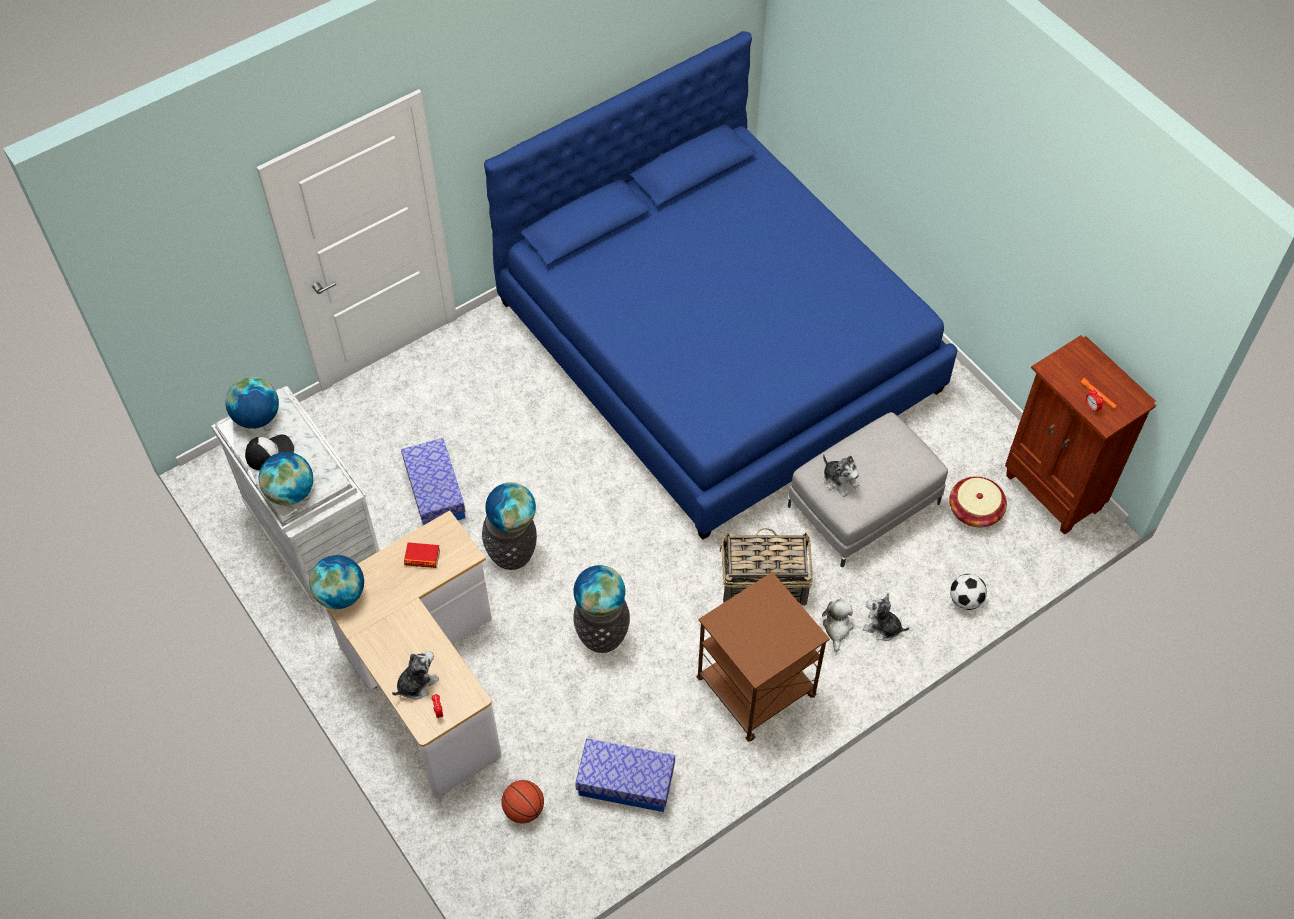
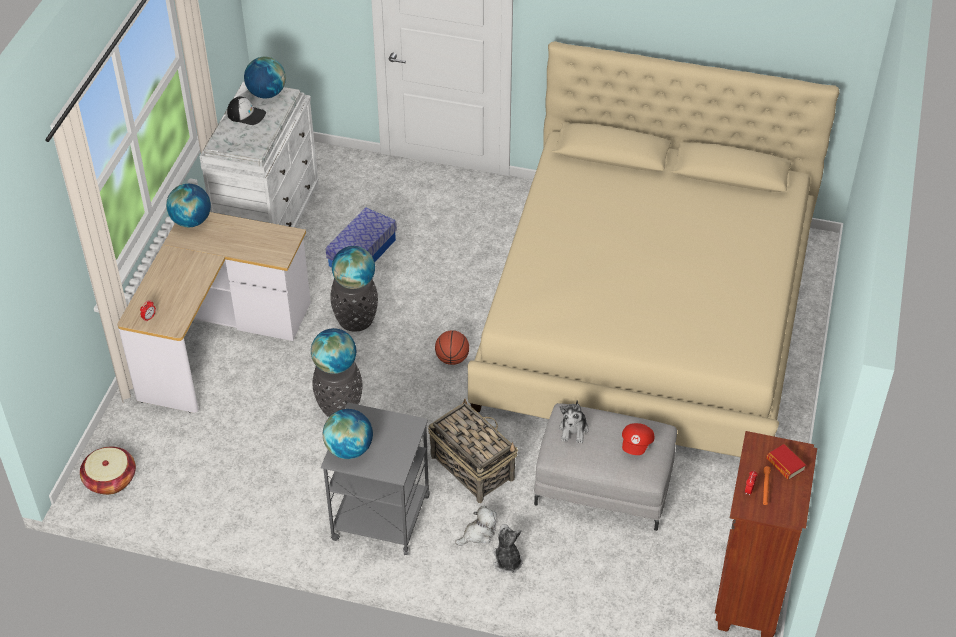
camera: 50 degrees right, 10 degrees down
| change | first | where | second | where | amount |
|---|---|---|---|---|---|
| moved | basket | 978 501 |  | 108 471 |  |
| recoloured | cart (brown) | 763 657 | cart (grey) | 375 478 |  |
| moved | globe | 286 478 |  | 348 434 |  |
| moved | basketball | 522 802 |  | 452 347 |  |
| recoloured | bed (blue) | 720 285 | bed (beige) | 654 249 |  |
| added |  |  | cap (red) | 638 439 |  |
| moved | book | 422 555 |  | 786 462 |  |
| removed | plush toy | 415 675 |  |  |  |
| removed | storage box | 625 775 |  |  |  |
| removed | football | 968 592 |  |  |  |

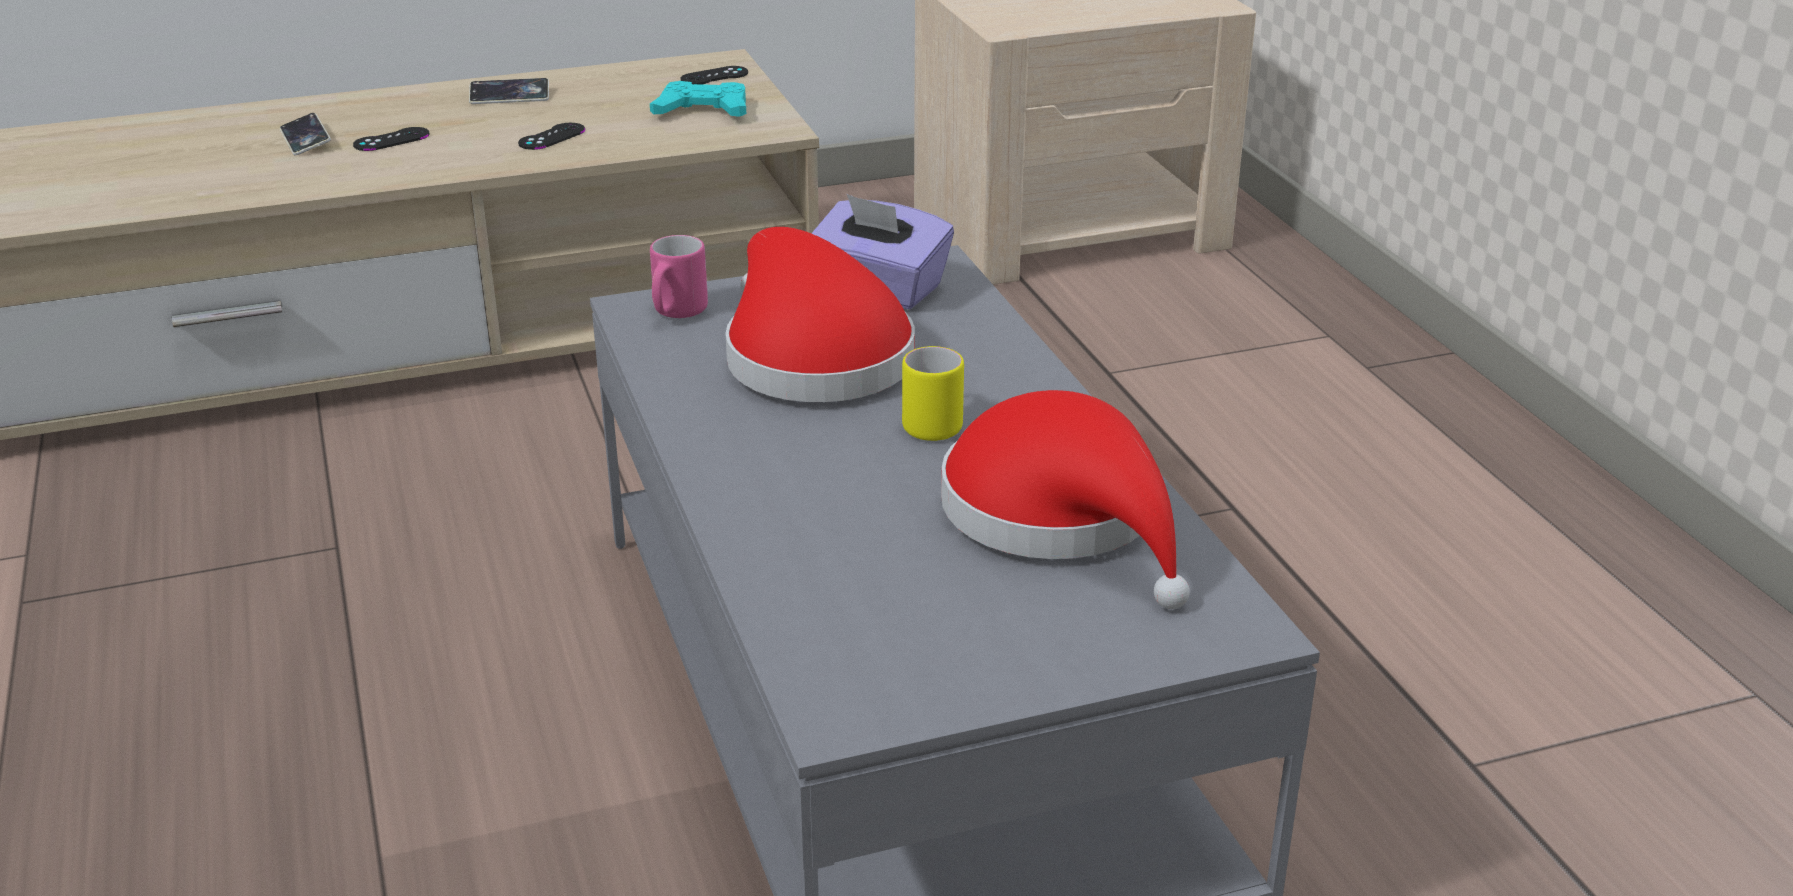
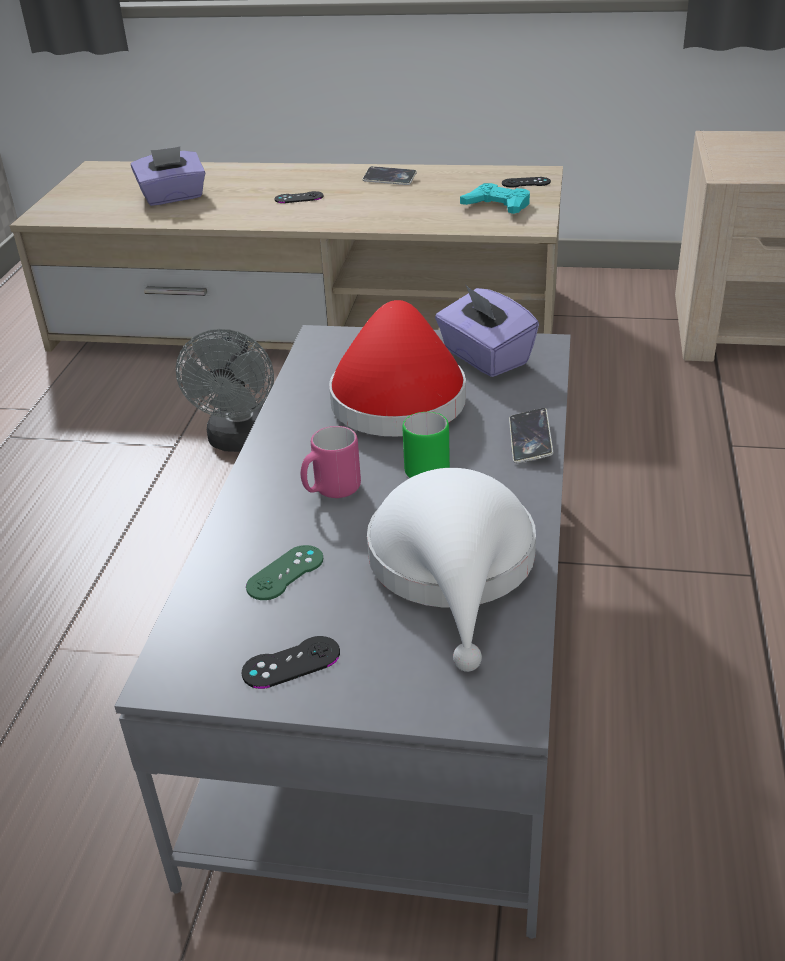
camera: 30 degrees right, 5 degrees up
| change | first | where | second | where | amount |
|---|---|---|---|---|---|
| added |  |  | tissue box (purple) | 168 176 |  |
| added |  |  | fan (grey) | 225 390 |  |
| moved | game controller (black) | 551 136 |  | 290 662 |  |
| added |  |  | game controller (green) | 284 572 |  |
| moved | mug (pink) | 679 276 |  | 331 462 |  |
| recoloured | hat (red) | 1065 499 | hat (white) | 451 570 |  |
| recoloured | mug (yellow) | 933 393 | mug (green) | 426 445 |  |
| moved | phone | 305 134 |  | 531 436 |  |

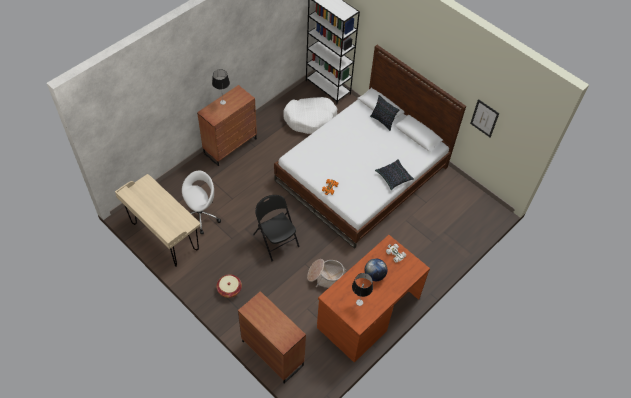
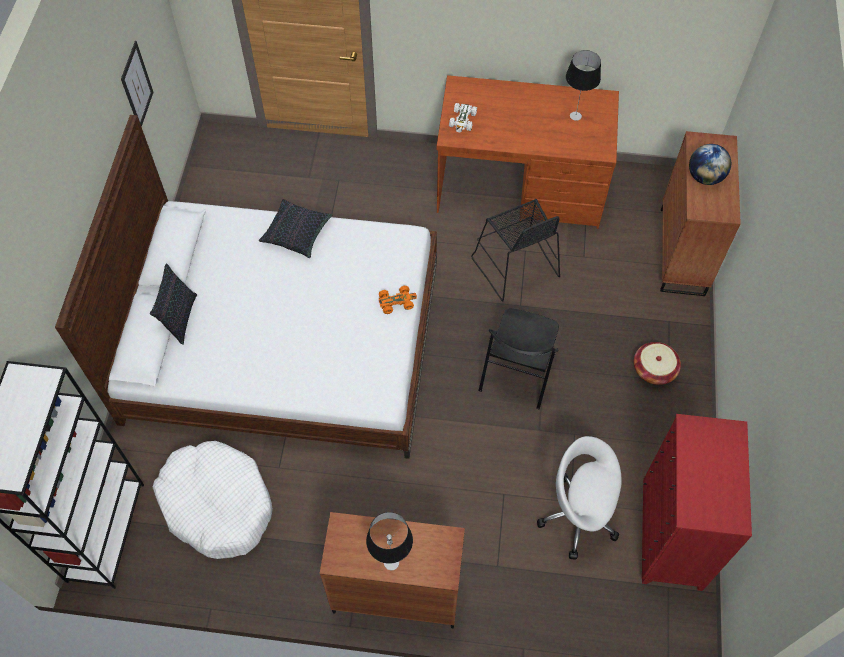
camera: 125 degrees left, 5 degrees up
| change | first | where | second | where | amount |
|---|---|---|---|---|---|
| replaced | basket | 326 273 | stool (black) | 515 250 |  |
| replaced | desk (beige) | 157 220 | dresser (red) | 697 502 |  |
| moved | globe | 376 269 |  | 710 164 |  |

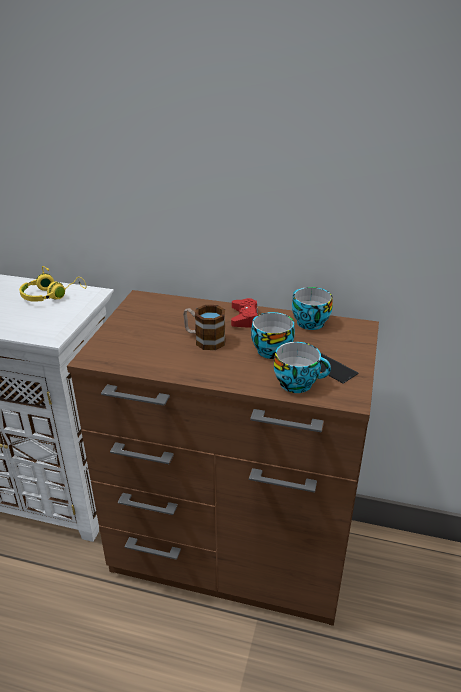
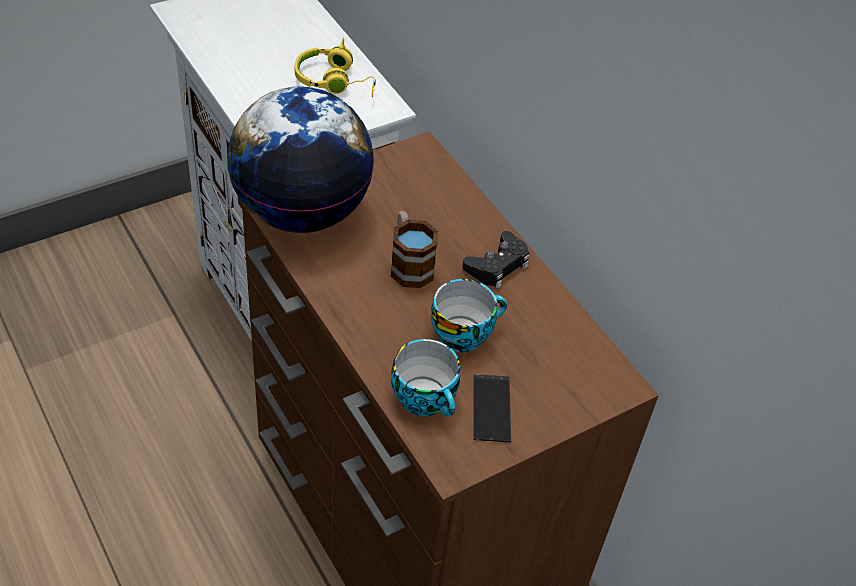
camera: 40 degrees right, 15 degrees up
| change | first | where | second | where | amount |
|---|---|---|---|---|---|
| added |  |  | globe | 300 159 |  |
| recoloured | game controller (red) | 244 313 | game controller (black) | 496 259 |  |
| removed | cup | 312 308 |  |  |  |

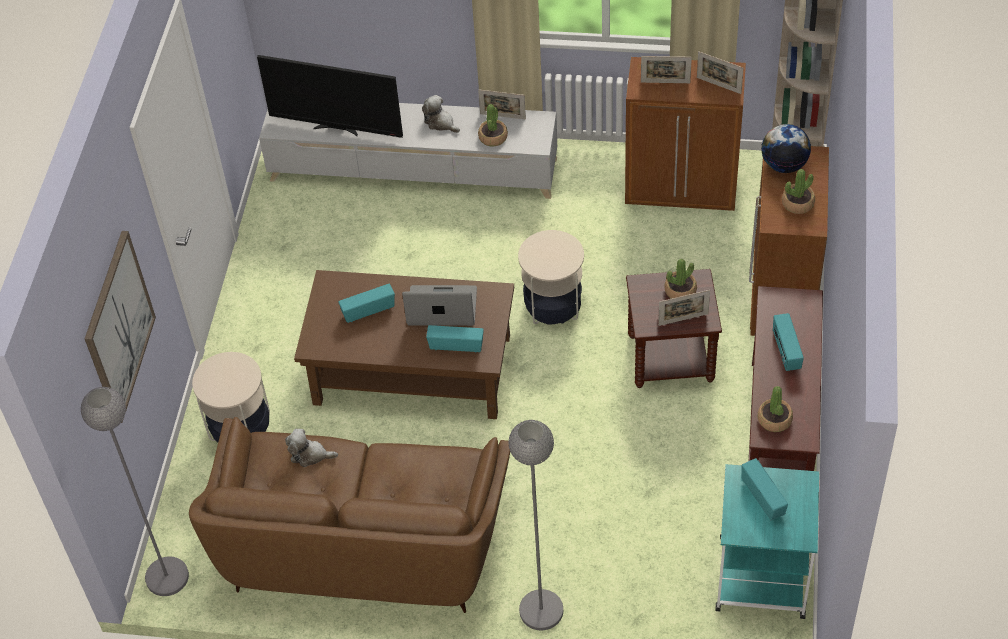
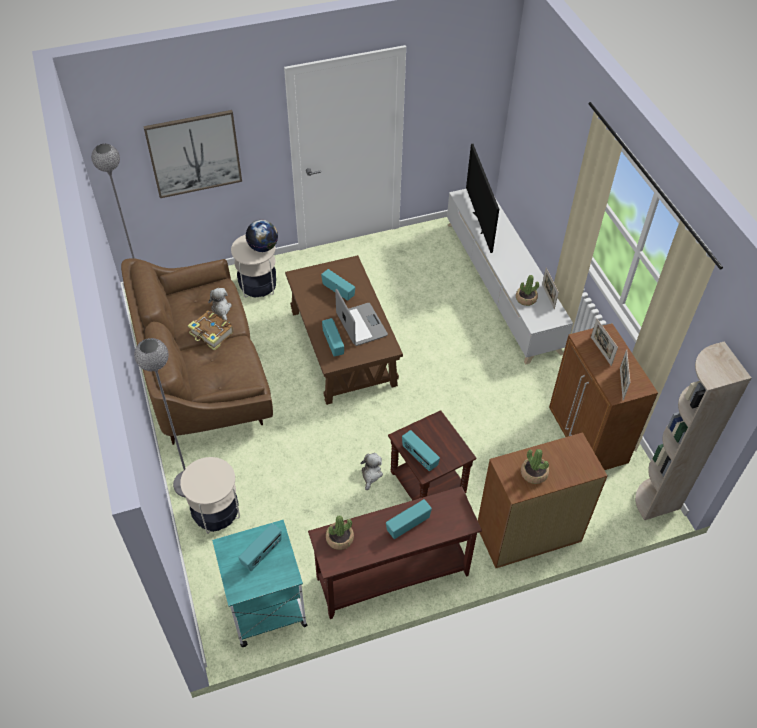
camera: 60 degrees right, 0 degrees up
| change | first | where | second | where | amount |
|---|---|---|---|---|---|
| moved | side table (beige) | 551 277 |  | 210 495 |  |
| added |  |  | book | 211 330 |  |
| moved | globe | 786 148 |  | 262 236 |  |
| moved | plush toy | 441 114 |  | 371 471 |  |
| replaced | picture frame | 684 308 | radio | 421 450 |  |
| removed | potted plant | 680 279 |  |  |  |

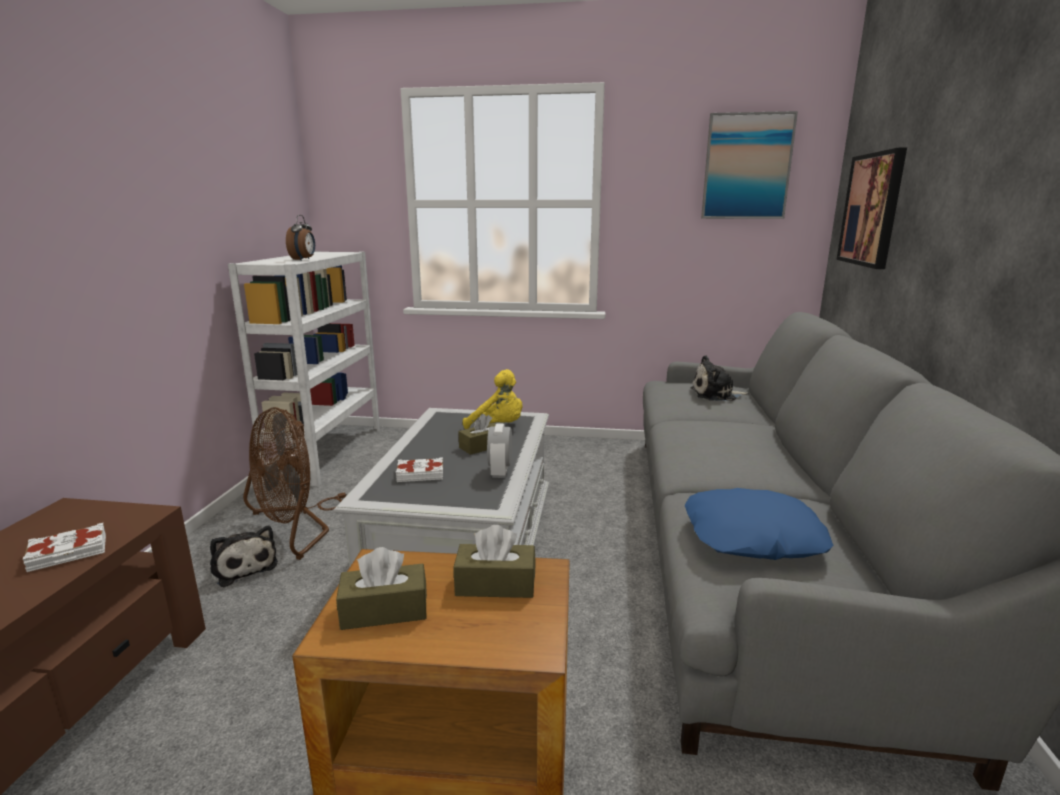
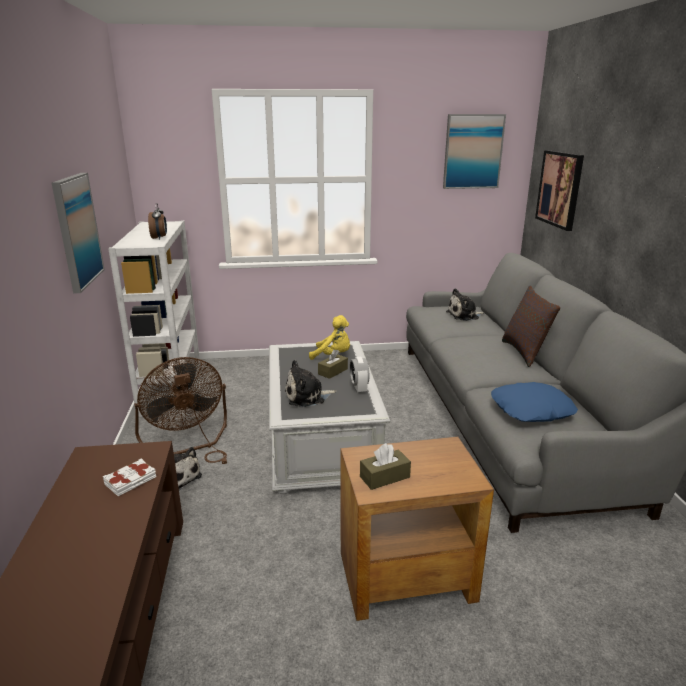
camera: 15 degrees left, 5 degrees up
| change | first | where | second | where | amount |
|---|---|---|---|---|---|
| added |  |  | picture | 78 233 |  |
| turned | fan (brown) | 295 483 |  | 181 410 | 120 degrees clockwise |
| replaced | book (white) | 419 469 | plush toy | 311 383 |  |
| added |  |  | pillow (brown) | 531 326 |  |
| removed | tissue box (brown) | 494 561 |  |  |  |

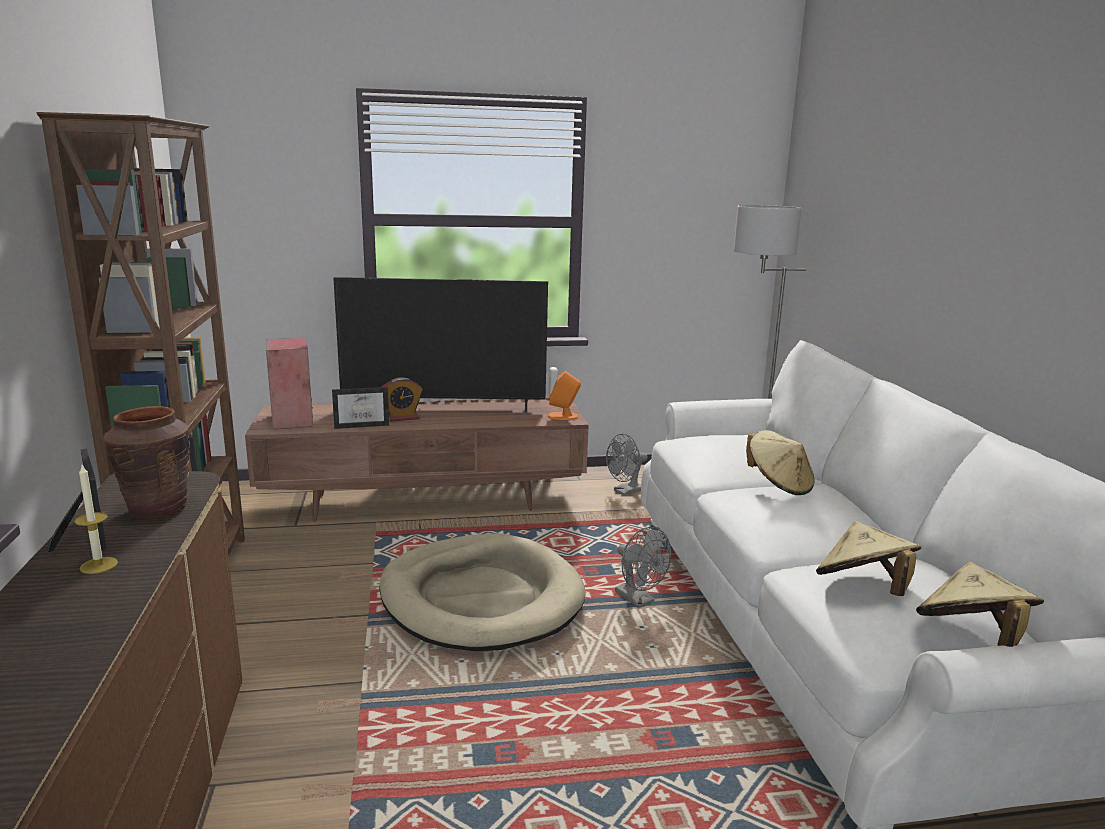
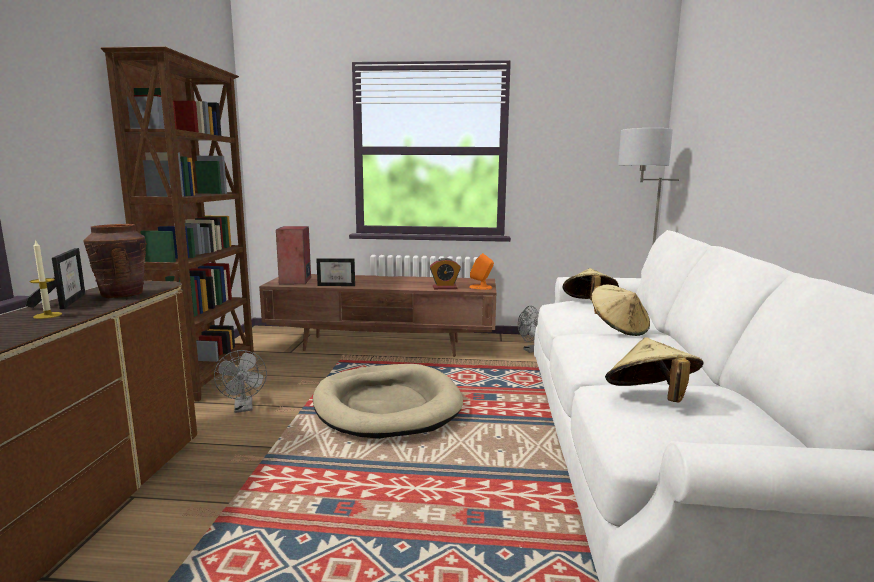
camera: 15 degrees right, 5 degrees down
| change | first | where | second | where | amount |
|---|---|---|---|---|---|
| moved | fan (grey) | 643 567 |  | 240 381 |  |
| moved | alarm clock | 402 399 |  | 445 273 |  |
| moved | hat (beige) | 980 604 |  | 591 284 |  |
| removed | television | 440 345 |  |  |  |

